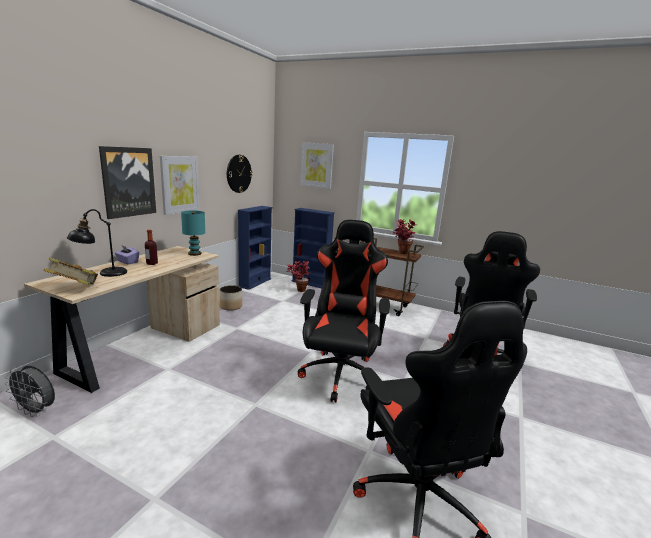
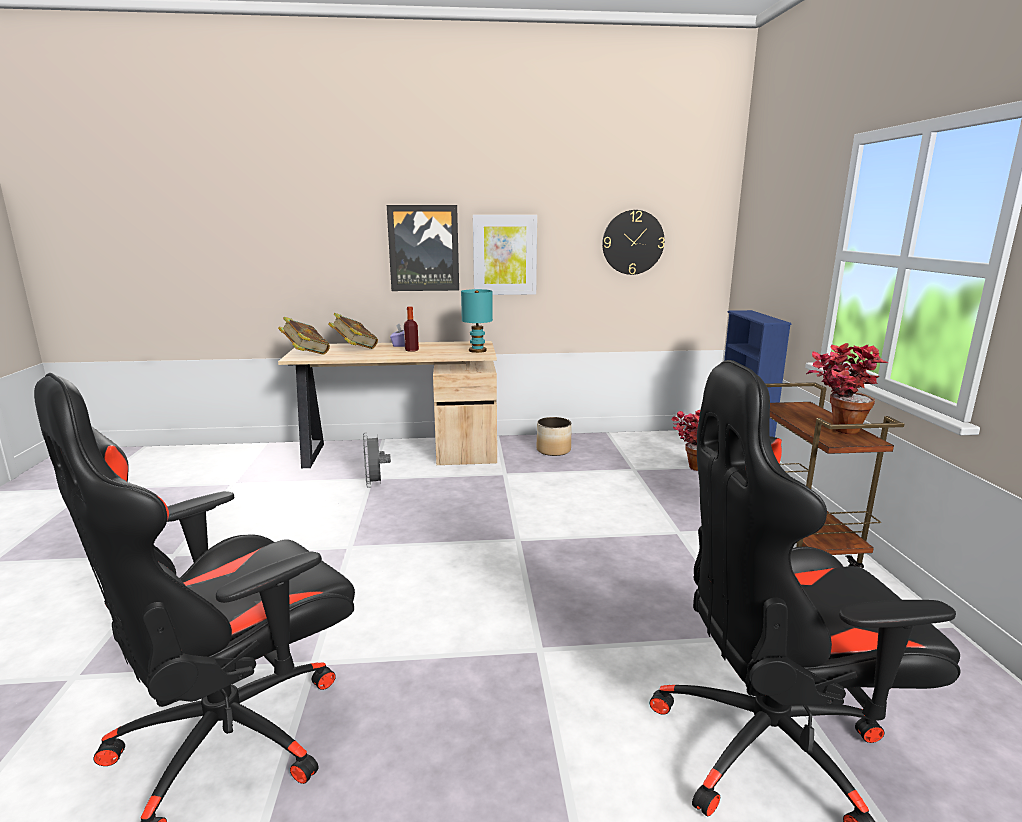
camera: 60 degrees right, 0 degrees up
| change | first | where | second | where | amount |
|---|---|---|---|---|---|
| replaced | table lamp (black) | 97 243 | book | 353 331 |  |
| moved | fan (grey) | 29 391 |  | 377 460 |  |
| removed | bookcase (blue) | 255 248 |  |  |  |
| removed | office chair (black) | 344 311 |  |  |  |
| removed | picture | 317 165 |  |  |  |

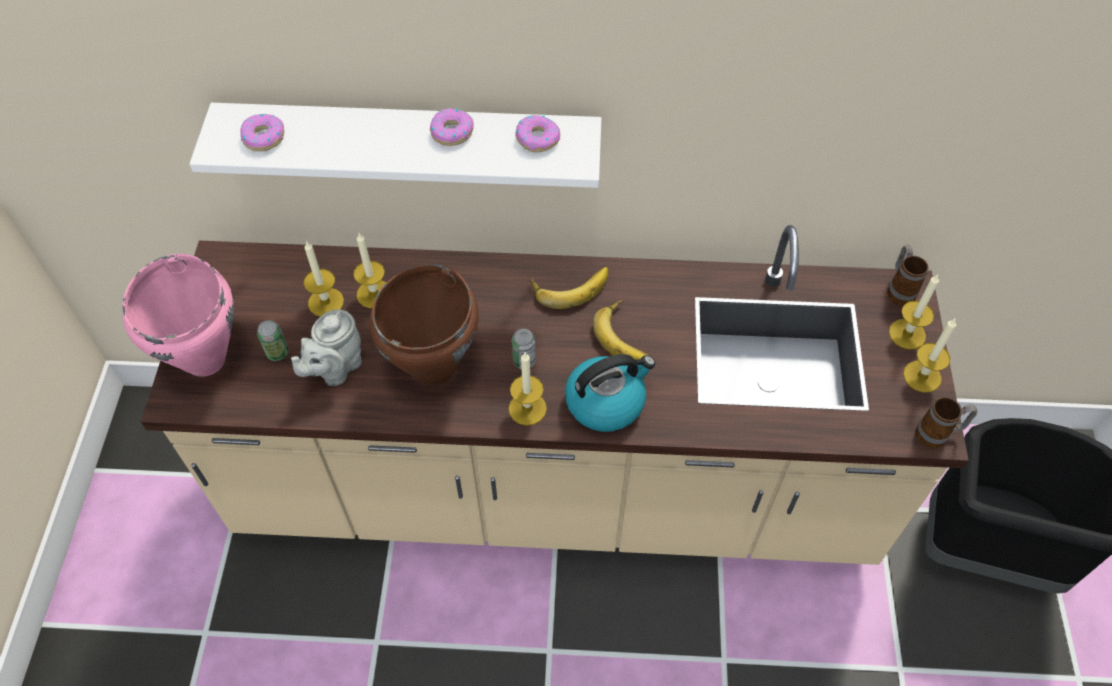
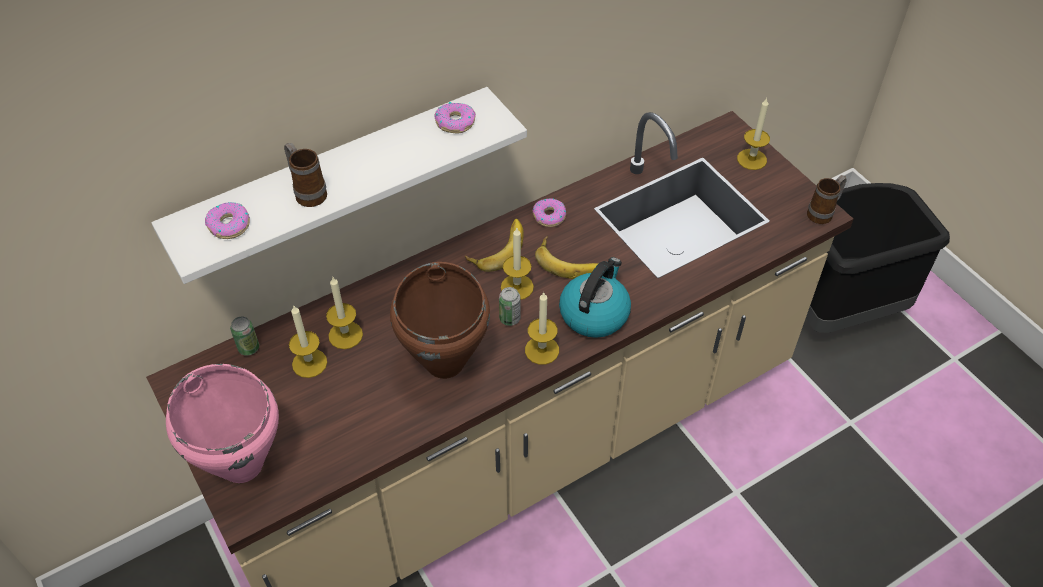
camera: 35 degrees left, 5 degrees down
| change | first | where | second | where | amount |
|---|---|---|---|---|---|
| moved | can | 273 340 |  | 244 336 |  |
| moved | mug | 908 275 |  | 305 175 |  |
| moved | candle | 929 355 |  | 517 264 |  |
| moved | donut | 452 127 |  | 549 212 |  |
| removed | teapot (grey) | 326 347 |  |  |  |

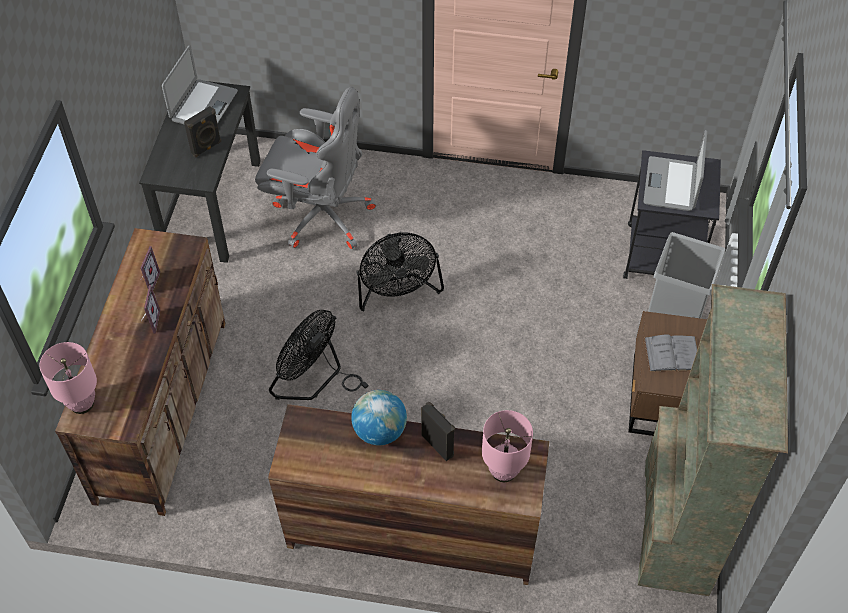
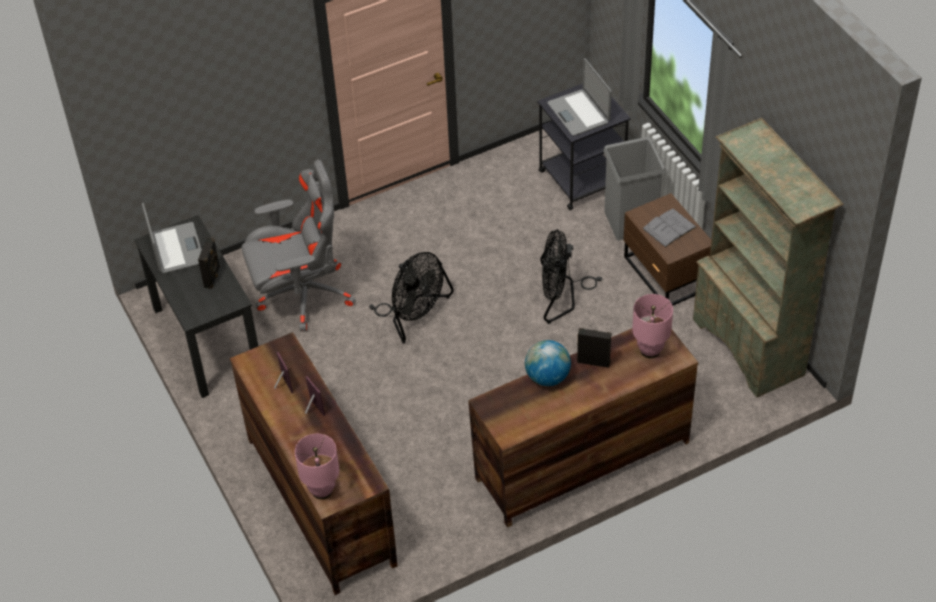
camera: 35 degrees left, 5 degrees down
| change | first | where | second | where | amount |
|---|---|---|---|---|---|
| moved | fan (black) | 318 355 |  | 571 276 |  |

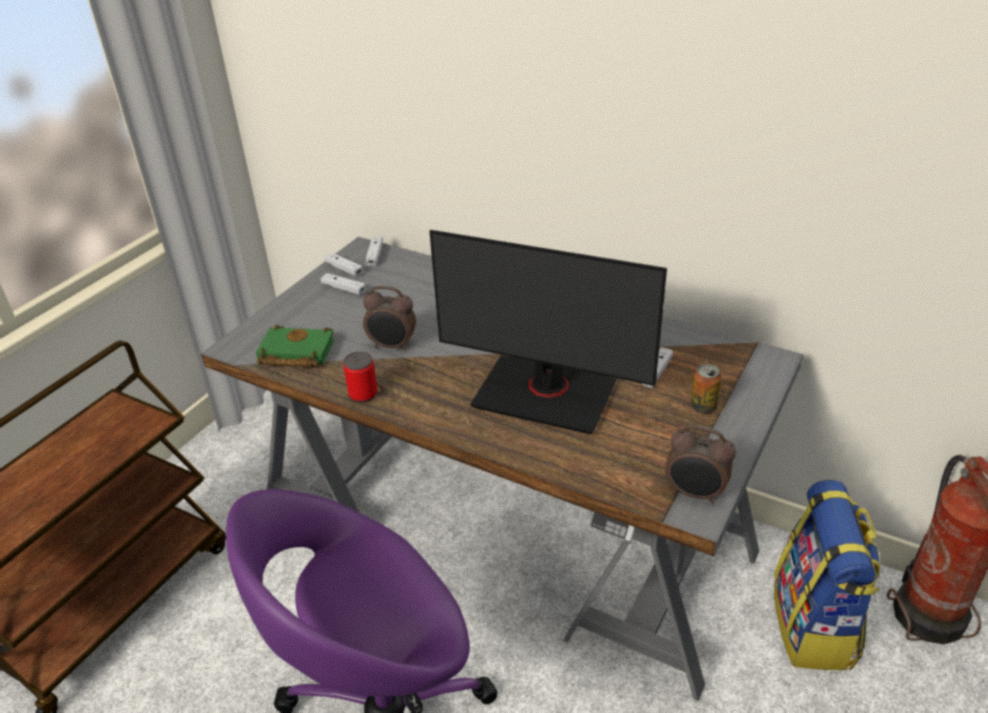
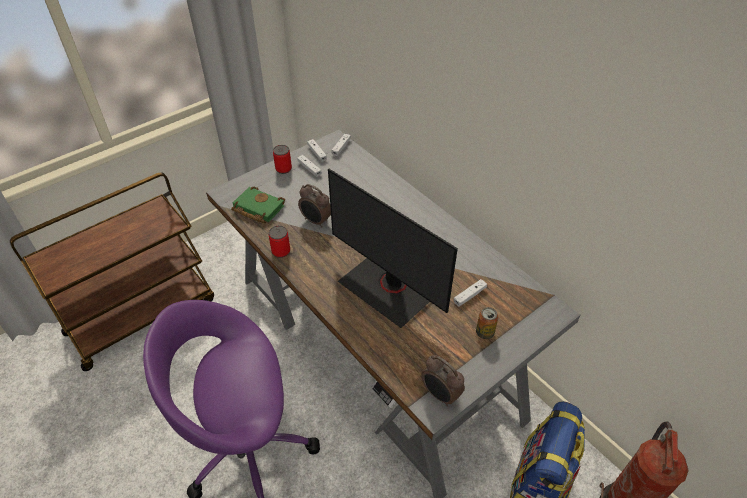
camera: 20 degrees right, 10 degrees up
| change | first | where | second | where | amount |
|---|---|---|---|---|---|
| added |  |  | can | 282 159 |  |

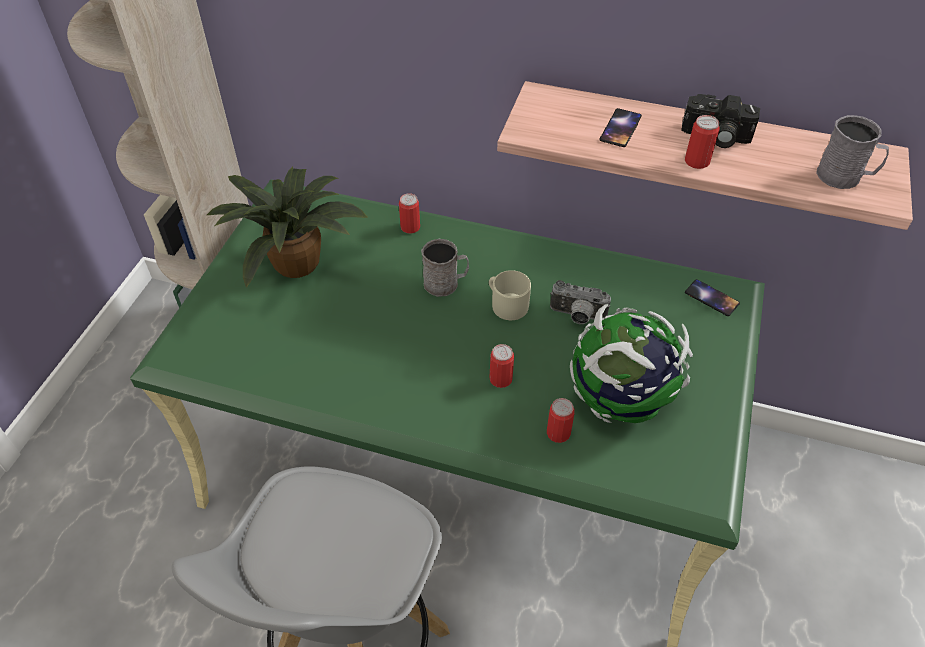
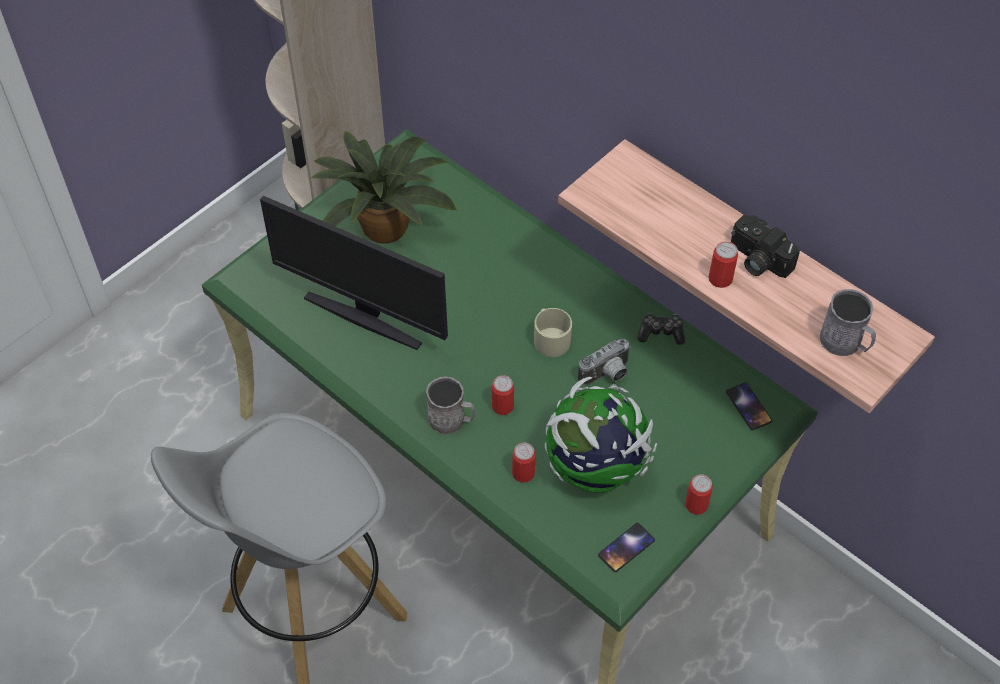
camera: 25 degrees right, 5 degrees up
| change | first | where | second | where | amount |
|---|---|---|---|---|---|
| added |  |  | monitor | 354 273 |  |
| moved | mug (grey) | 445 268 |  | 450 406 |  |
| turned | photo camera | 580 302 |  | 604 362 | 75 degrees counterclockwise |
| moved | phone | 620 127 |  | 626 547 |  |
| added |  |  | game controller | 661 329 |  |
| moved | can | 409 213 |  | 699 494 |  |

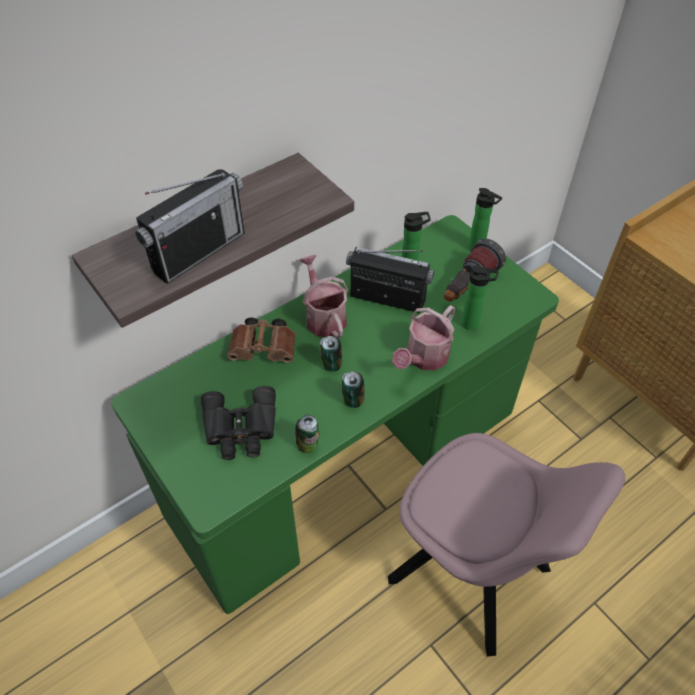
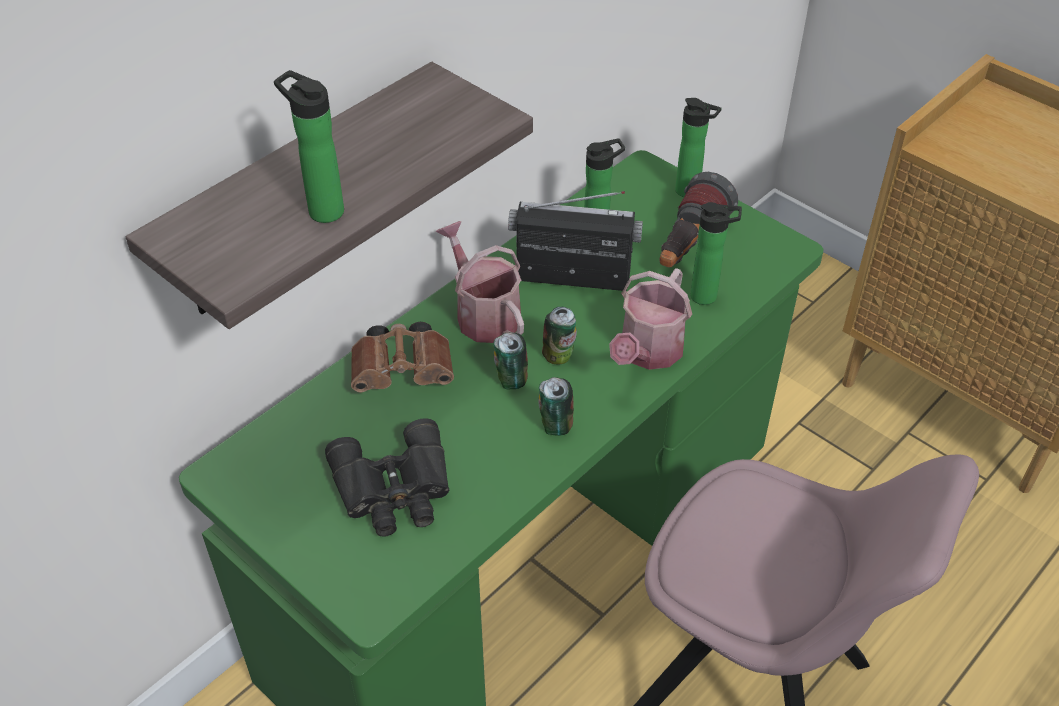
camera: 10 degrees left, 5 degrees down
| change | first | where | second | where | amount |
|---|---|---|---|---|---|
| replaced | radio | 190 227 | bottle | 309 146 |  |
| moved | can | 307 434 |  | 559 335 |  |

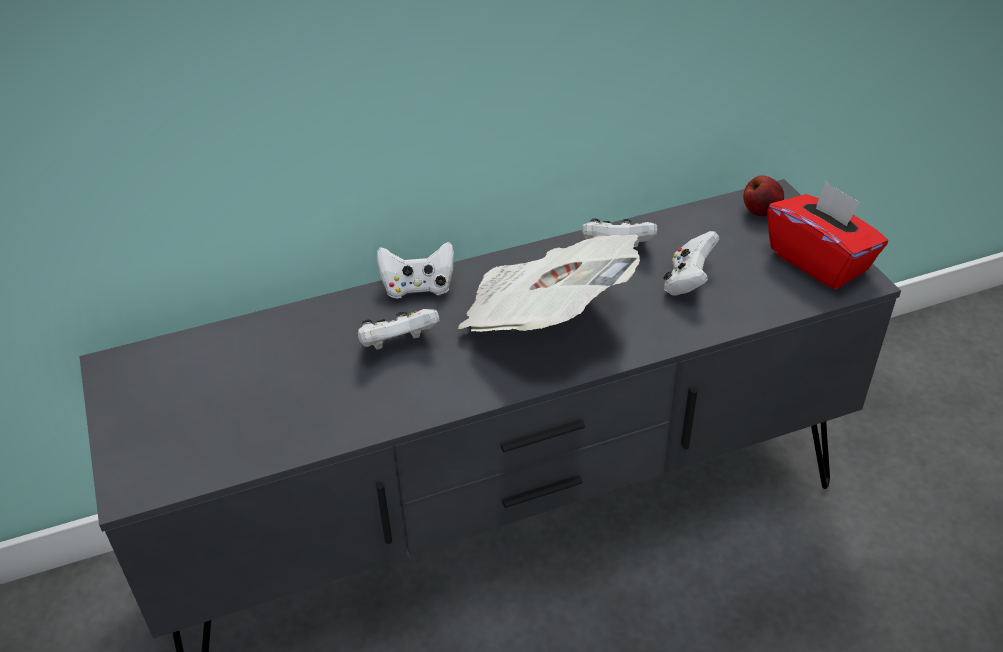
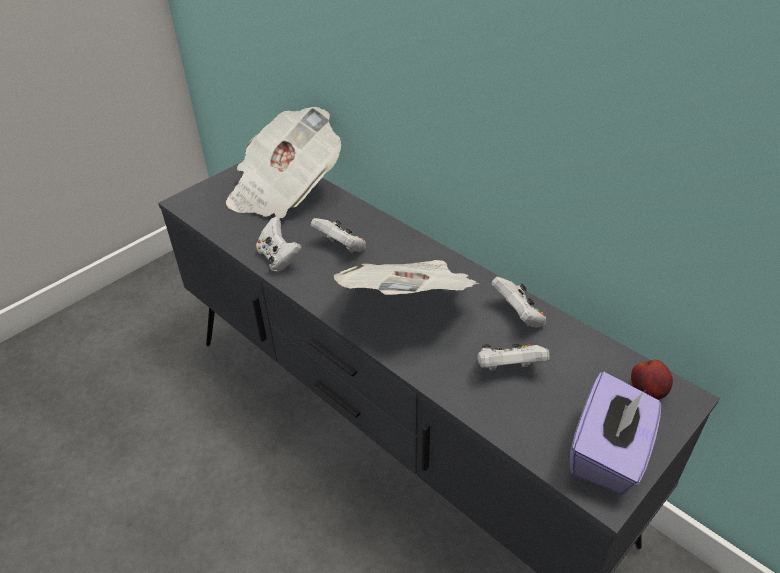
camera: 65 degrees right, 0 degrees up
| change | first | where | second | where | amount |
|---|---|---|---|---|---|
| added |  |  | newspaper | 283 162 |  |
| moved | game controller (white) | 415 270 |  | 279 244 |  |
| recoloured | tissue box (red) | 827 235 | tissue box (purple) | 615 433 |  |

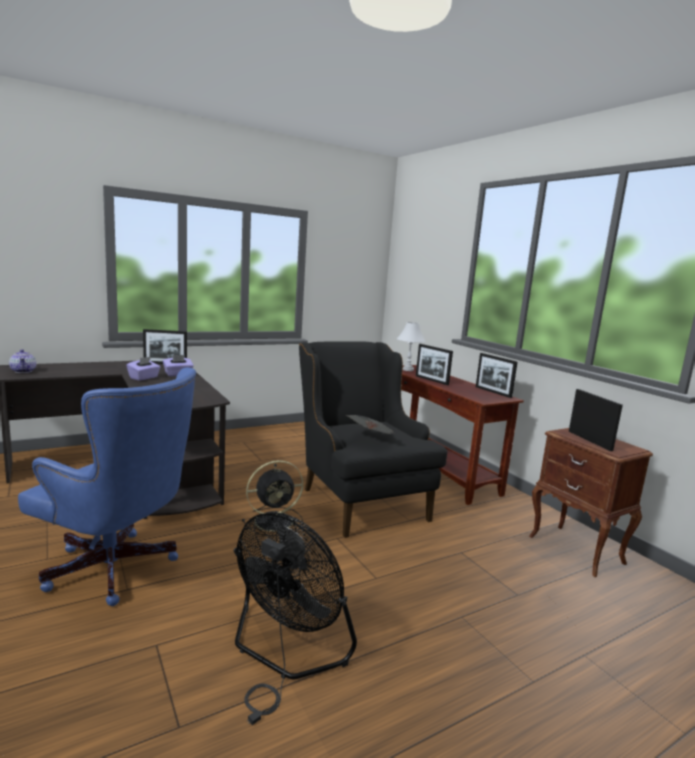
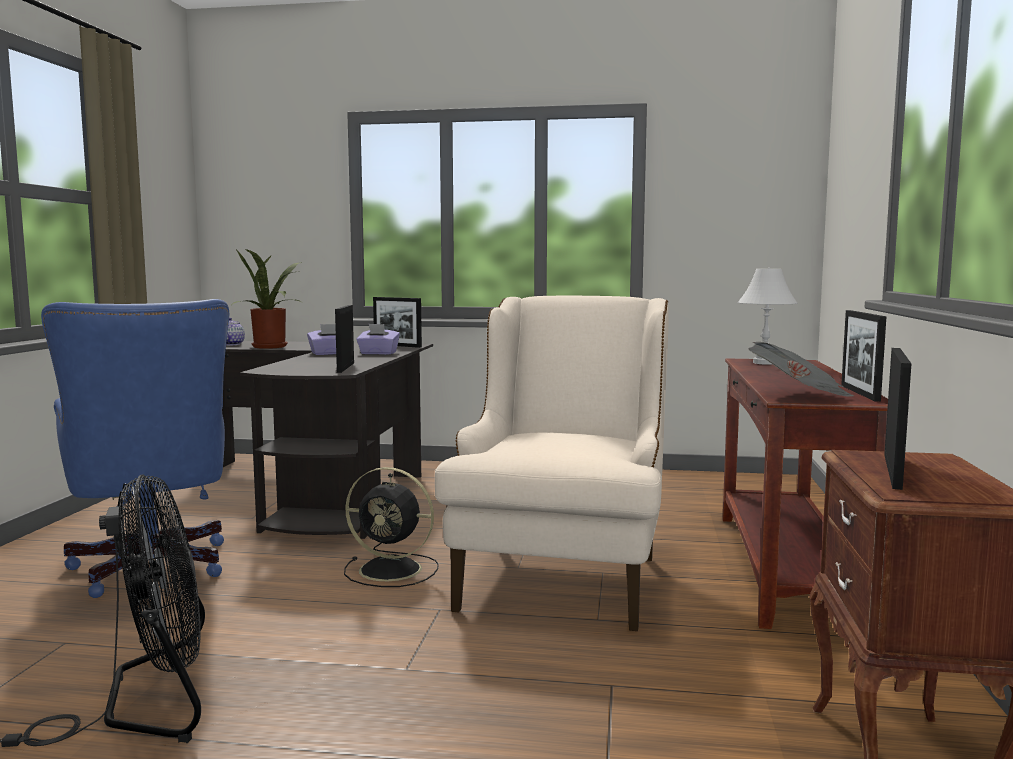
camera: 40 degrees right, 5 degrees down
| change | first | where | second | where | amount |
|---|---|---|---|---|---|
| added |  |  | potted plant | 267 299 |  |
| moved | picture frame | 434 364 |  | 344 339 |  |
| recoloured | armchair (black) | 373 440 | armchair (beige) | 552 463 |  |
| moved | newspaper | 369 424 |  | 801 369 |  |

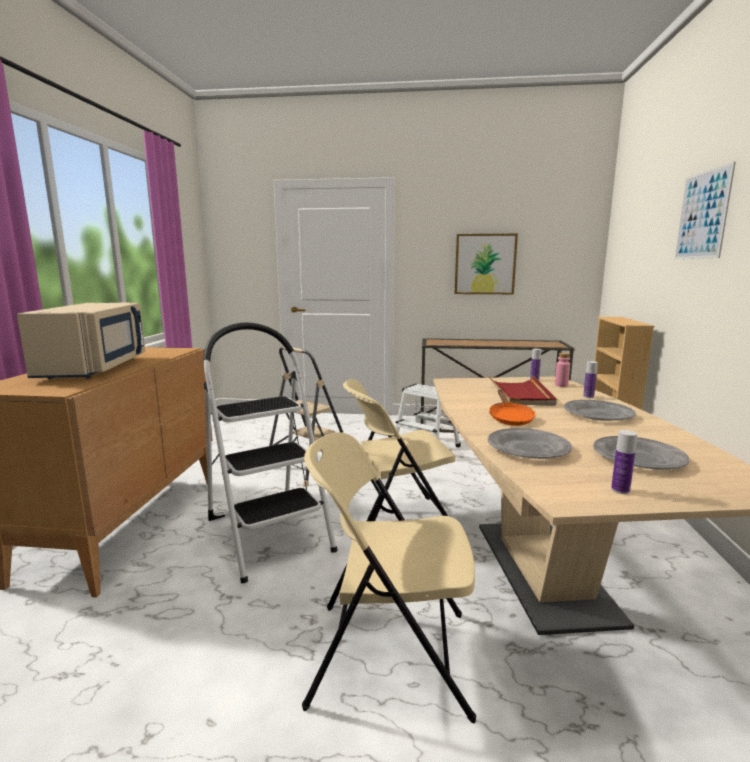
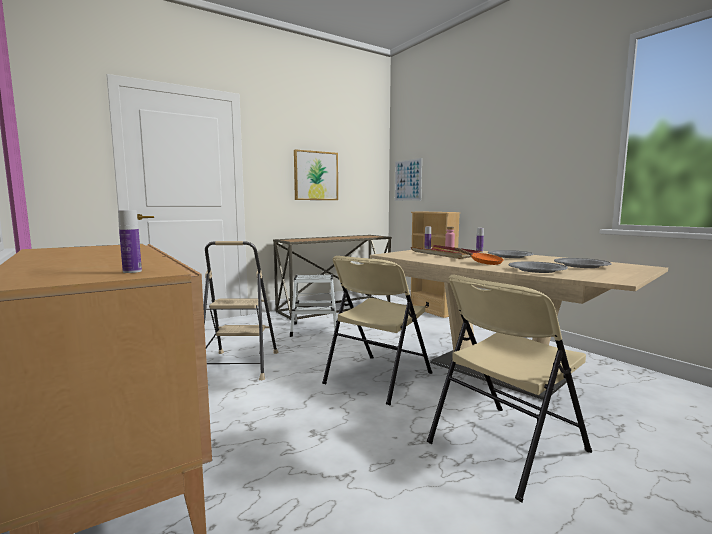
camera: 40 degrees left, 5 degrees down
| change | first | where | second | where | amount |
|---|---|---|---|---|---|
| moved | bottle | 624 462 |  | 130 241 |  |
| moved | picture | 705 210 |  | 408 179 |  |
| removed | microwave (beige) | 81 340 |  |  |  |
| removed | step ladder | 270 453 |  |  |  |

